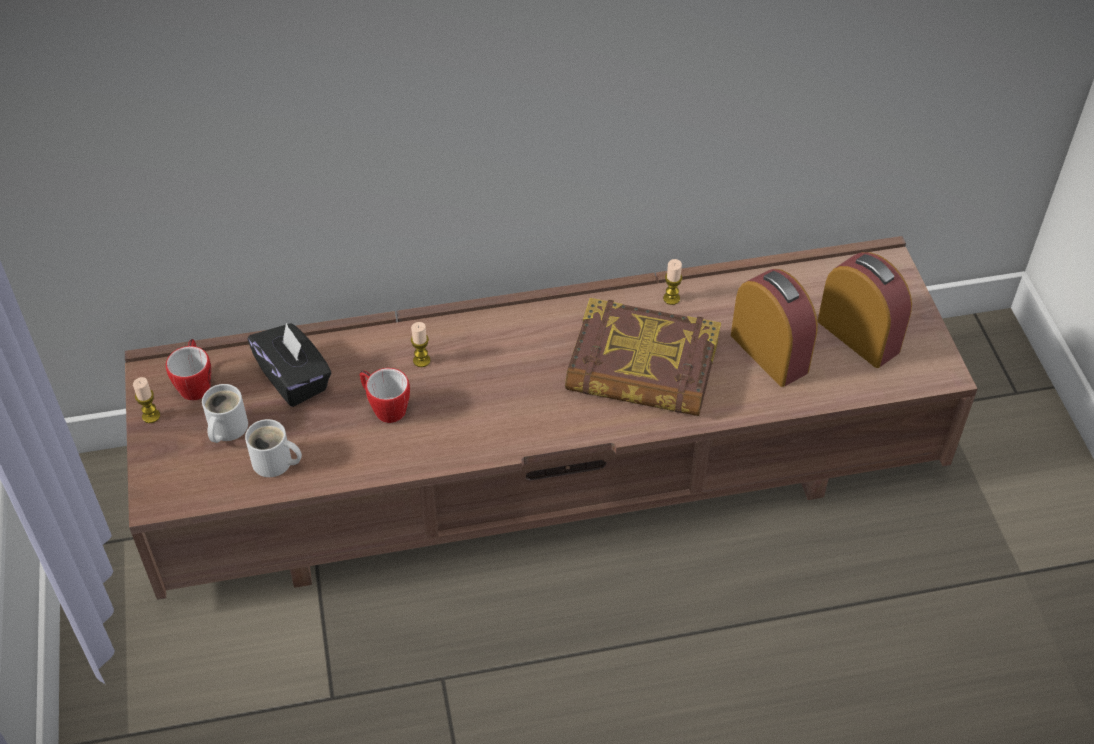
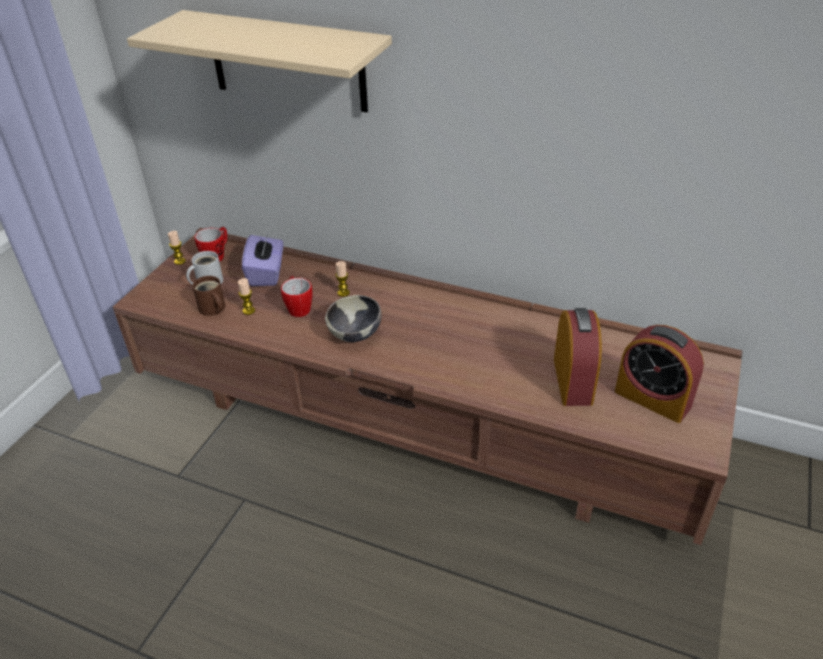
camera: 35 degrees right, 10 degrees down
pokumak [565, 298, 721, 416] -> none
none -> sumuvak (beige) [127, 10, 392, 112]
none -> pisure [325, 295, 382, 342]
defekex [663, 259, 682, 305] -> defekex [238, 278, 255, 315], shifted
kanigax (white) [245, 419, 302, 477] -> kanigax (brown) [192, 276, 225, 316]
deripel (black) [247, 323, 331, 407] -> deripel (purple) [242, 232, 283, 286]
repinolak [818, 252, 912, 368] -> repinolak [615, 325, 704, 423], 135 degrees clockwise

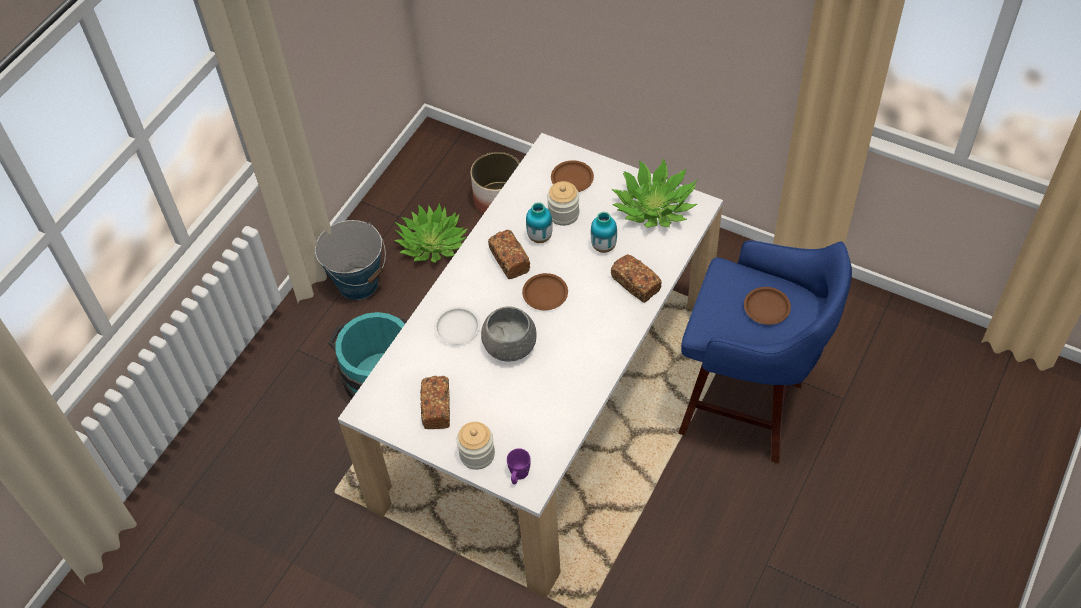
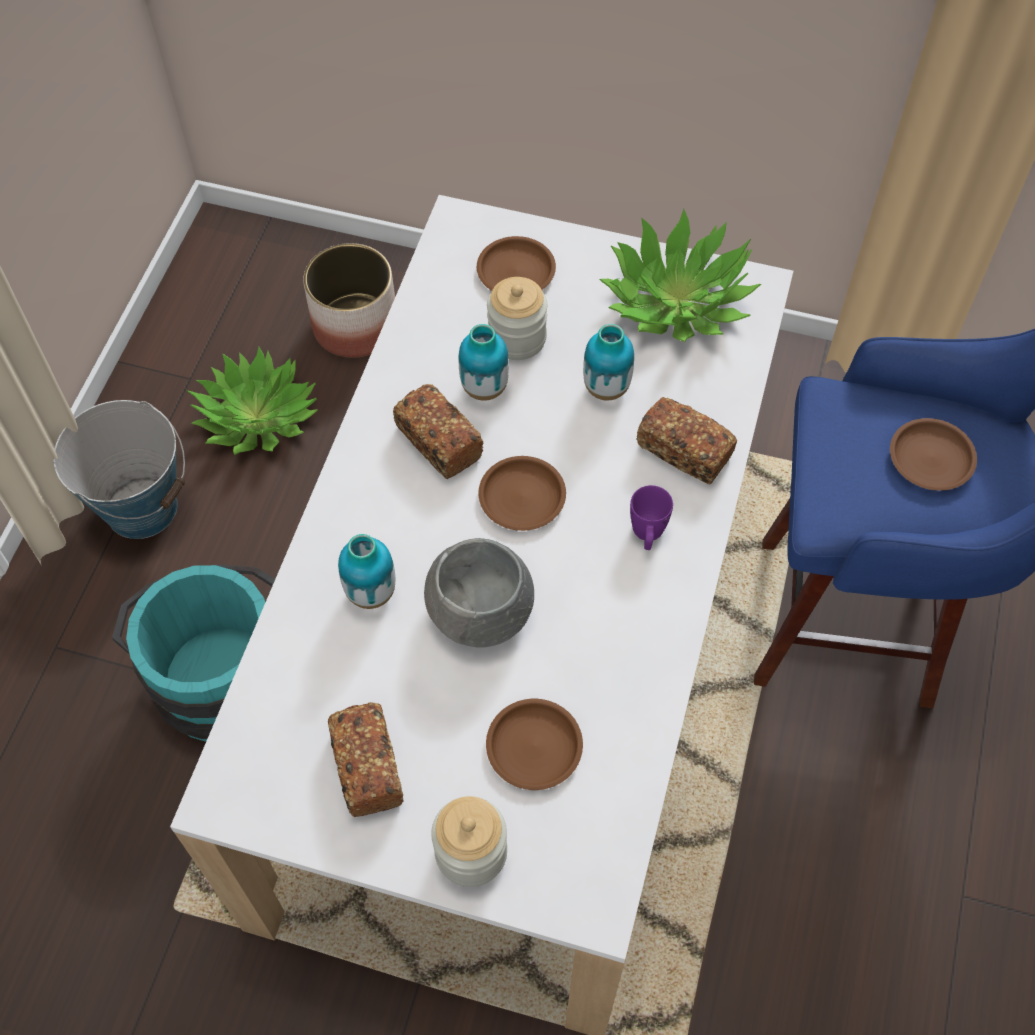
camera: 15 degrees left, 5 degrees up
none -> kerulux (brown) [486, 699, 583, 790]
kanigax (purple) [507, 448, 531, 485] -> kanigax (purple) [630, 485, 673, 550], shifted
kerulux (white) [434, 307, 480, 345] -> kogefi [338, 534, 395, 609]

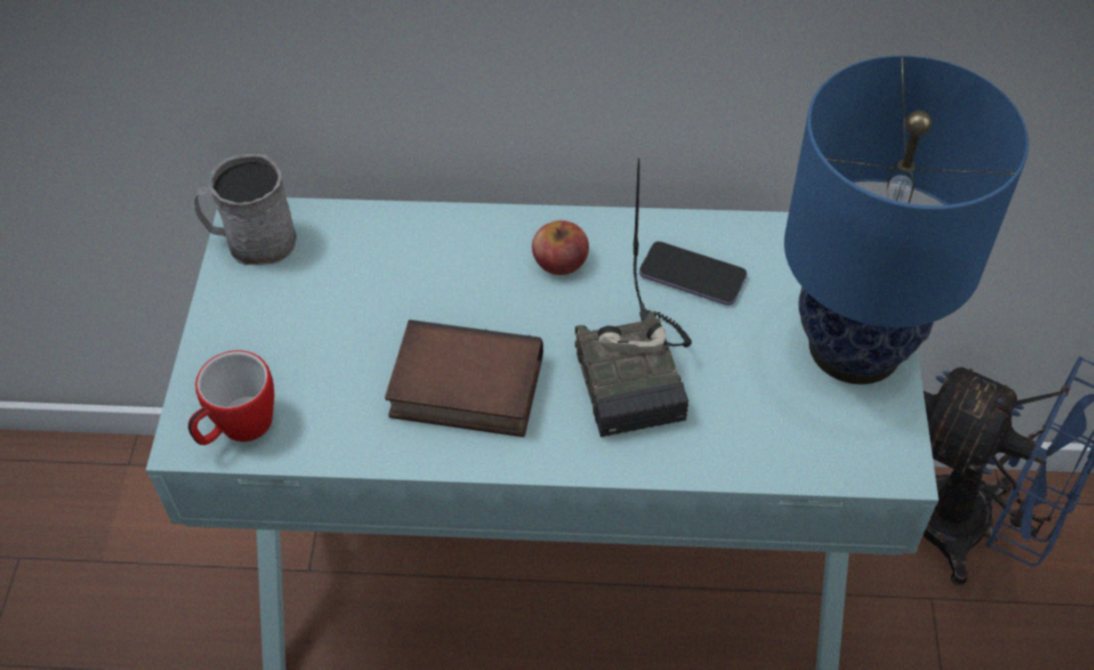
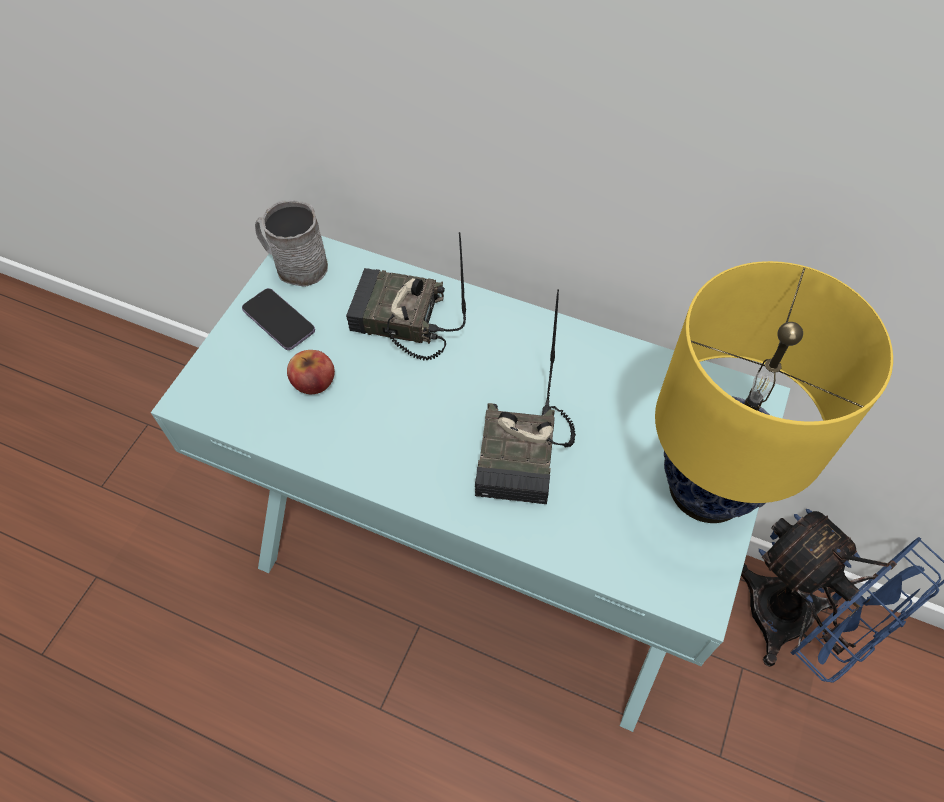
camera: 20 degrees right, 5 degrees up
kanigax [188, 350, 274, 445] -> none
pokumak [385, 320, 543, 437] -> none
none -> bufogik [346, 232, 466, 360]
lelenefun [532, 220, 589, 275] -> lelenefun [287, 350, 335, 394], shifted
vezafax [639, 241, 747, 305] -> vezafax [242, 288, 315, 350], shifted
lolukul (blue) [784, 55, 1029, 384] -> lolukul (yellow) [655, 261, 893, 523]

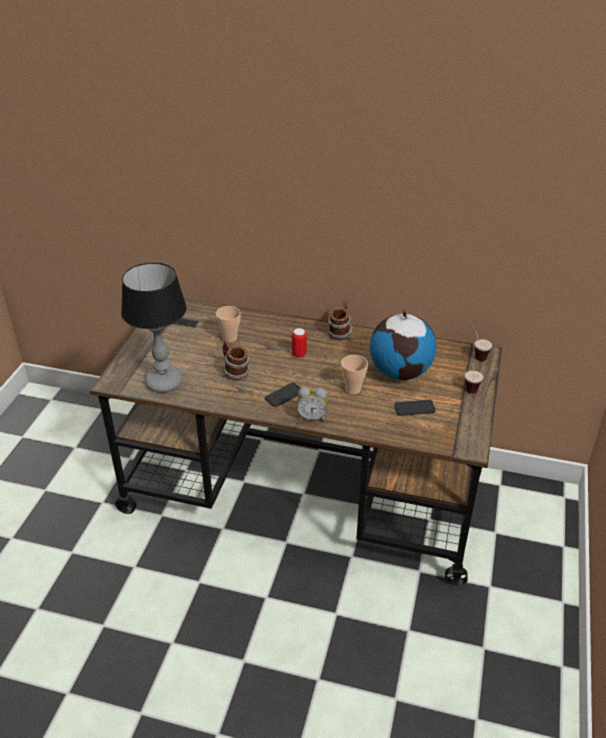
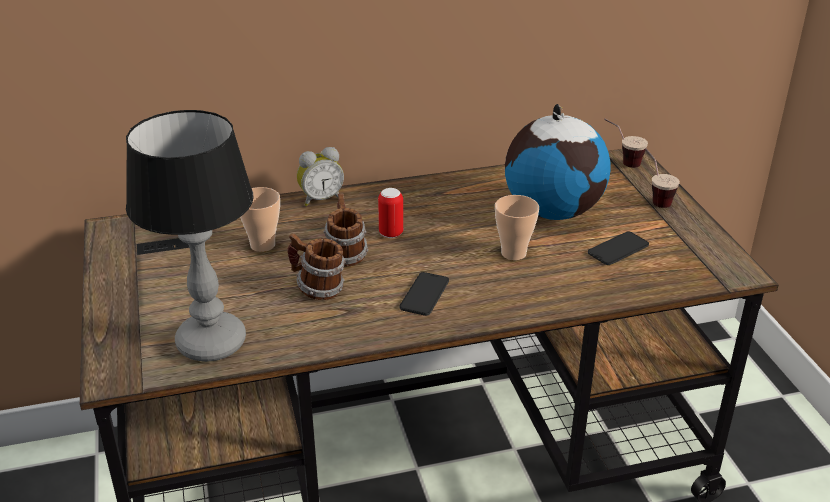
camera: 30 degrees left, 5 degrees down
repinolak [297, 387, 328, 422] -> repinolak [297, 147, 344, 206], shifted
kanigax [327, 299, 353, 340] -> kanigax [324, 193, 368, 267], shifted

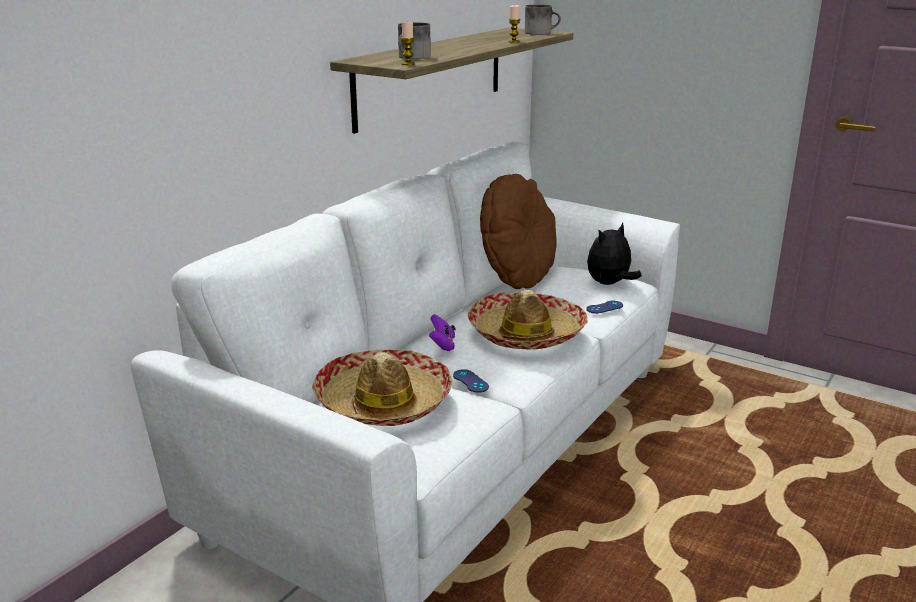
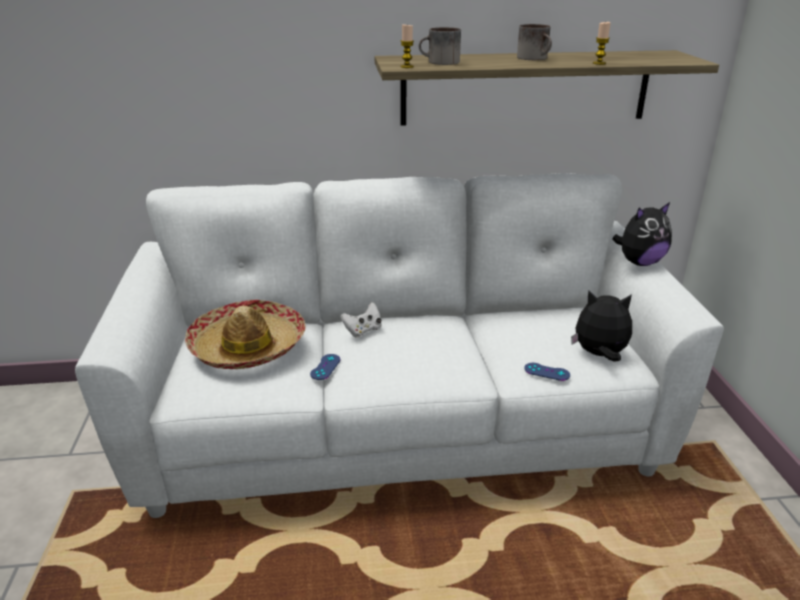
camera: 50 degrees right, 5 degrees up
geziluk [468, 290, 588, 349] -> none
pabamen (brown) [480, 174, 557, 289] -> none
none -> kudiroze [612, 202, 672, 266]
kanigax [525, 5, 561, 35] -> kanigax [517, 24, 552, 60], shifted
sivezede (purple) [429, 314, 456, 351] -> sivezede (white) [341, 302, 382, 338]

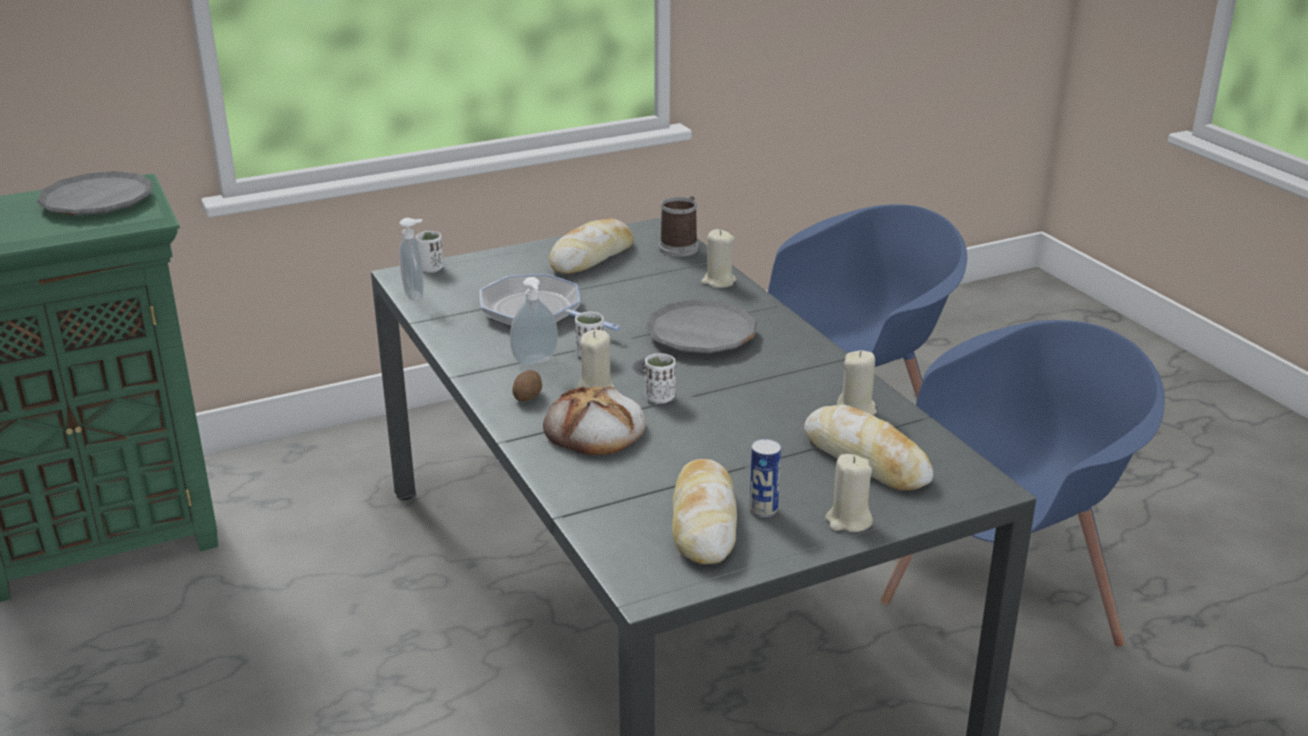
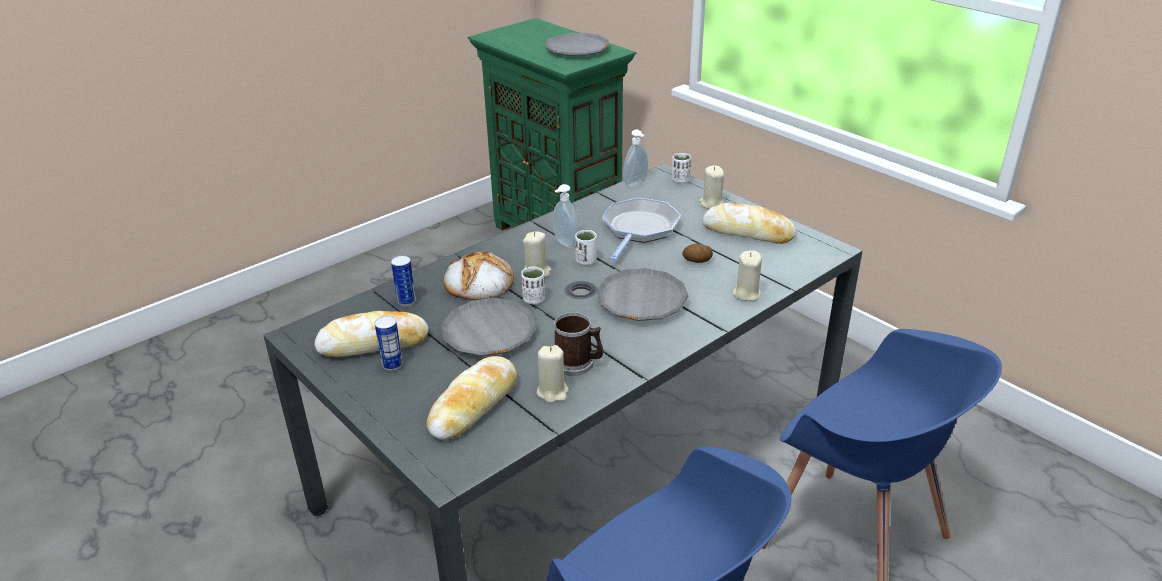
camera: 75 degrees right, 5 degrees up
none -> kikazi [391, 255, 416, 307]
none -> kerulux (grey) [441, 298, 537, 356]
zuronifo [512, 370, 542, 401] -> zuronifo [682, 243, 713, 263], shifted
kanigax [659, 196, 698, 257] -> kanigax [554, 312, 603, 376], shifted
defekex (beige) [826, 454, 873, 532] -> defekex (beige) [699, 165, 724, 209], shifted

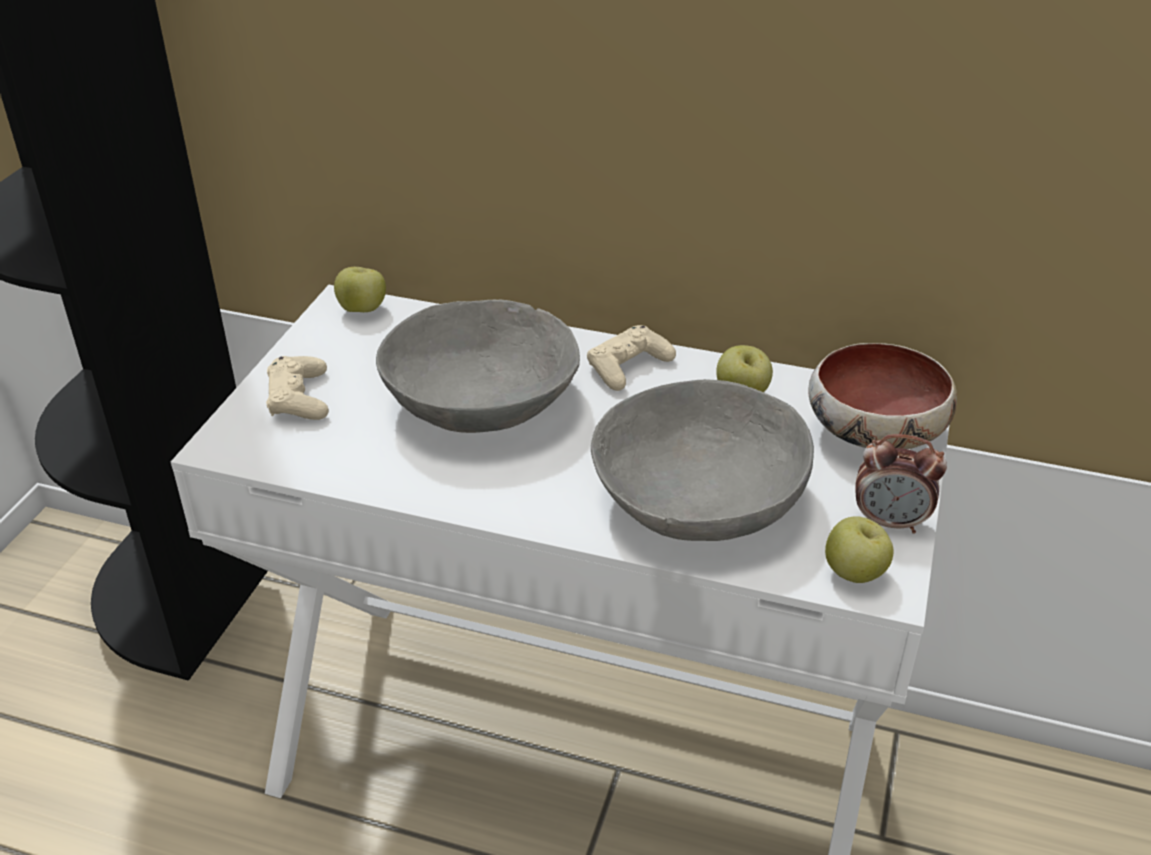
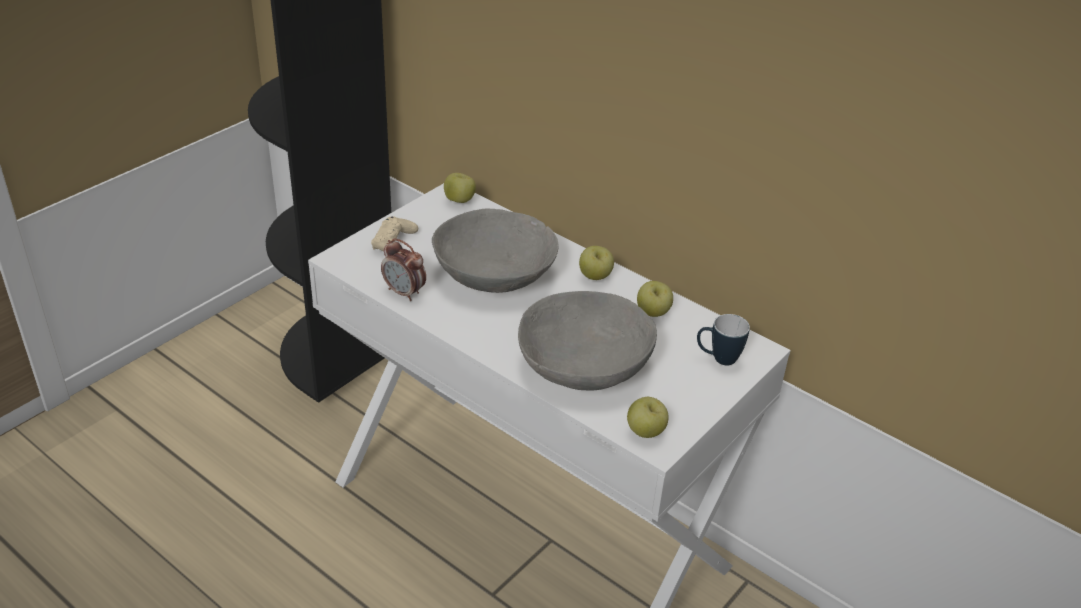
camera: 20 degrees right, 0 degrees up
repinolak [855, 434, 947, 534] -> repinolak [381, 238, 426, 301], shifted
sivezede (beige) [587, 325, 676, 391] -> lelenefun [579, 246, 614, 280]
pisure [809, 343, 957, 449] -> kanigax [697, 314, 750, 366]

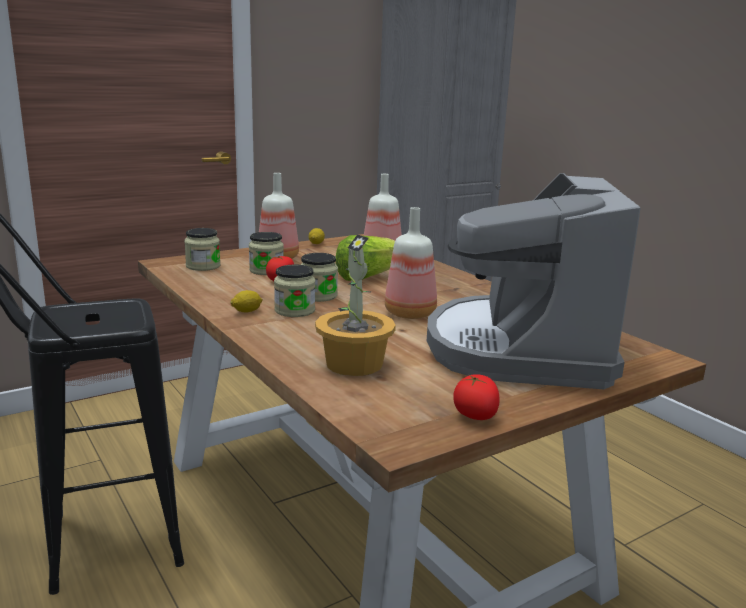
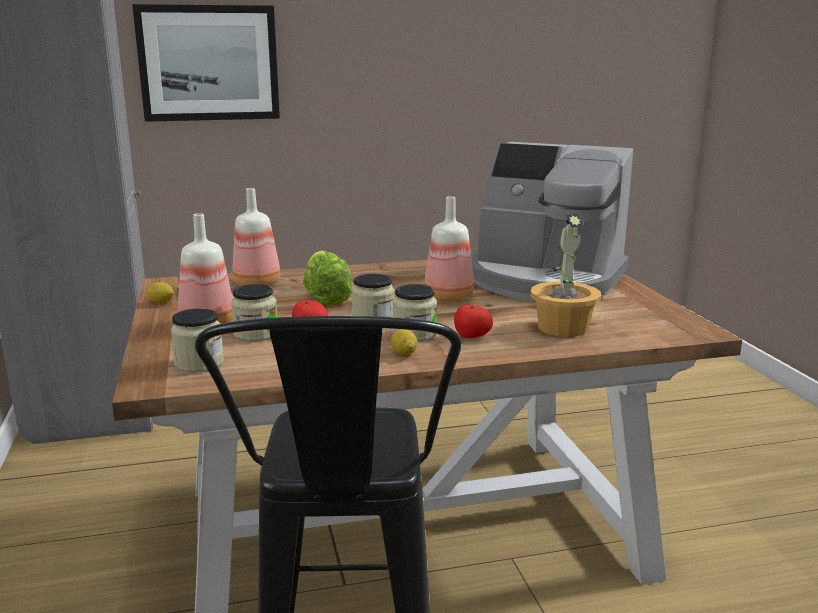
camera: 70 degrees left, 0 degrees up
none -> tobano [132, 4, 280, 122]
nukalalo [453, 374, 500, 420] -> nukalalo [454, 305, 493, 338], shifted

